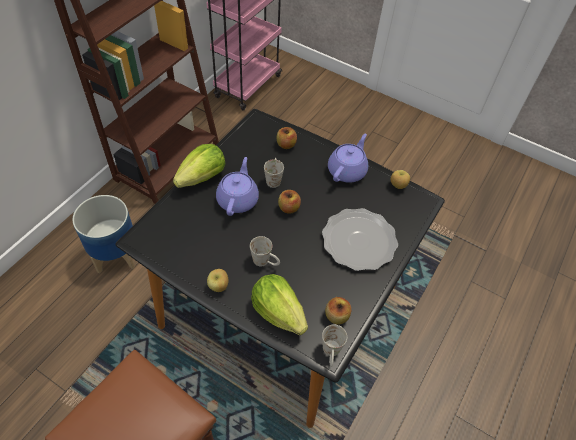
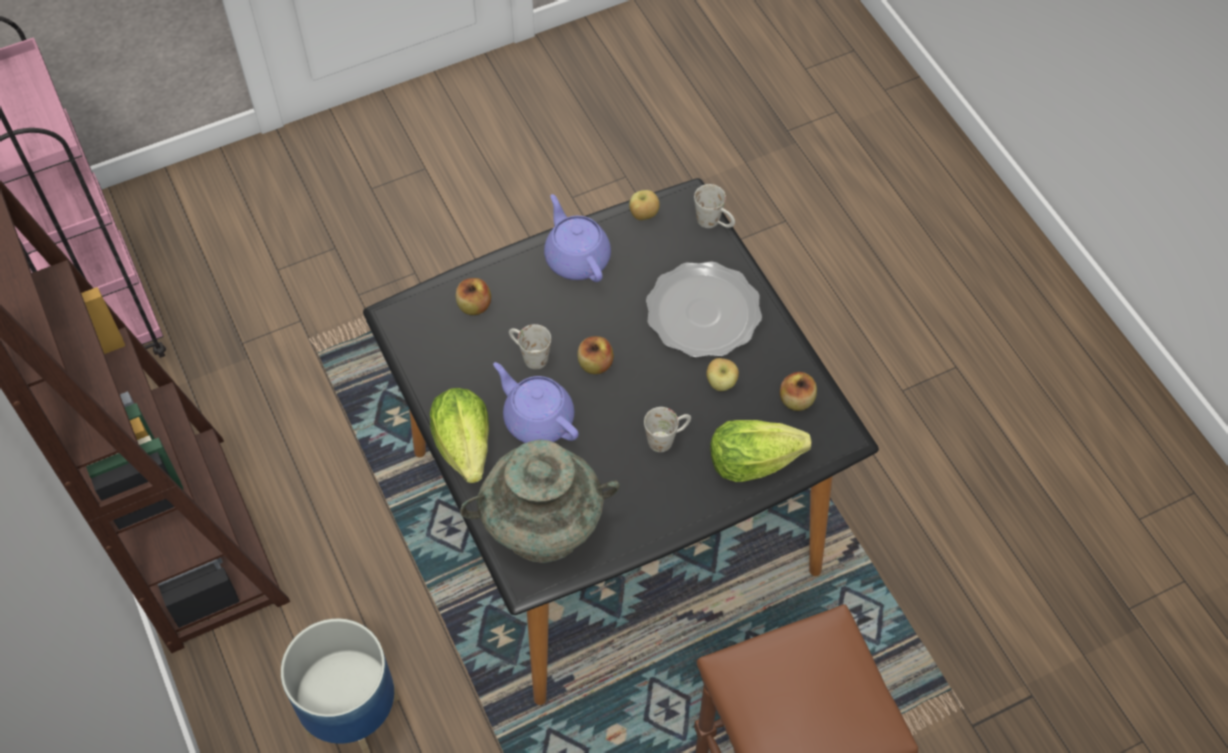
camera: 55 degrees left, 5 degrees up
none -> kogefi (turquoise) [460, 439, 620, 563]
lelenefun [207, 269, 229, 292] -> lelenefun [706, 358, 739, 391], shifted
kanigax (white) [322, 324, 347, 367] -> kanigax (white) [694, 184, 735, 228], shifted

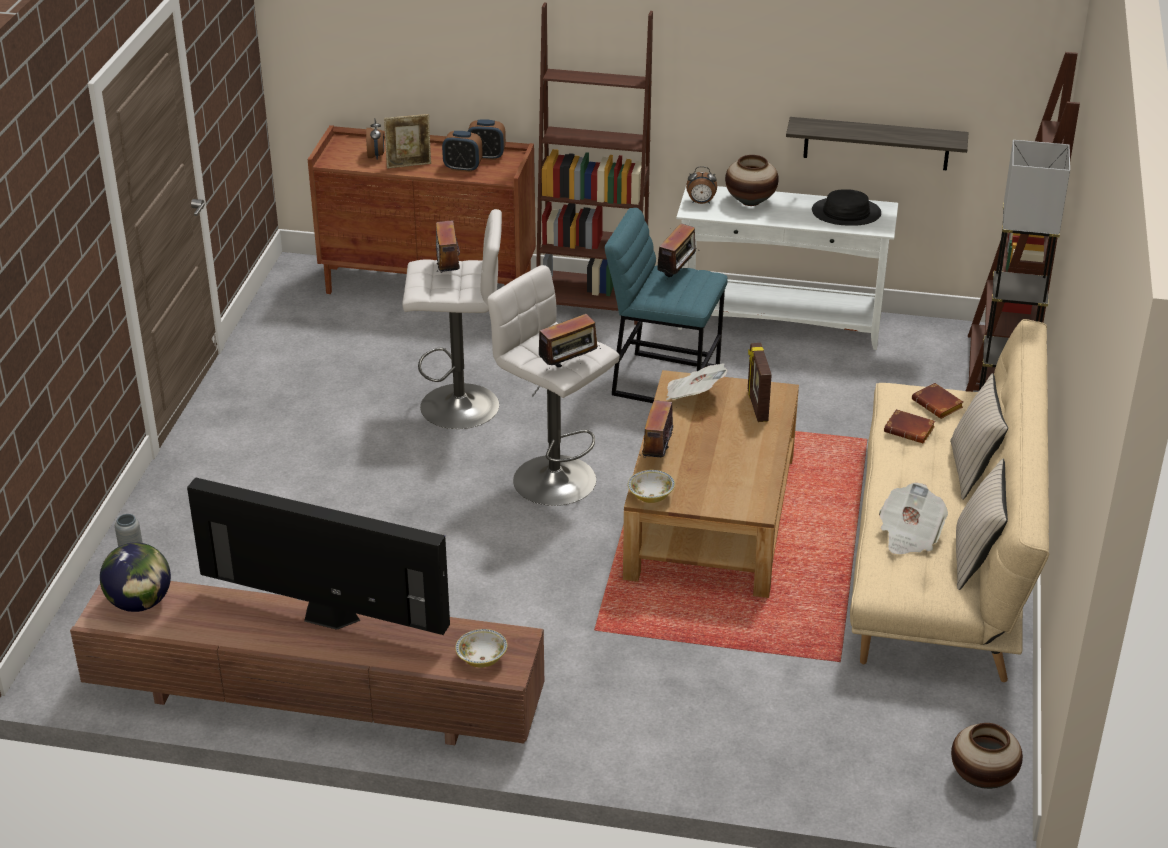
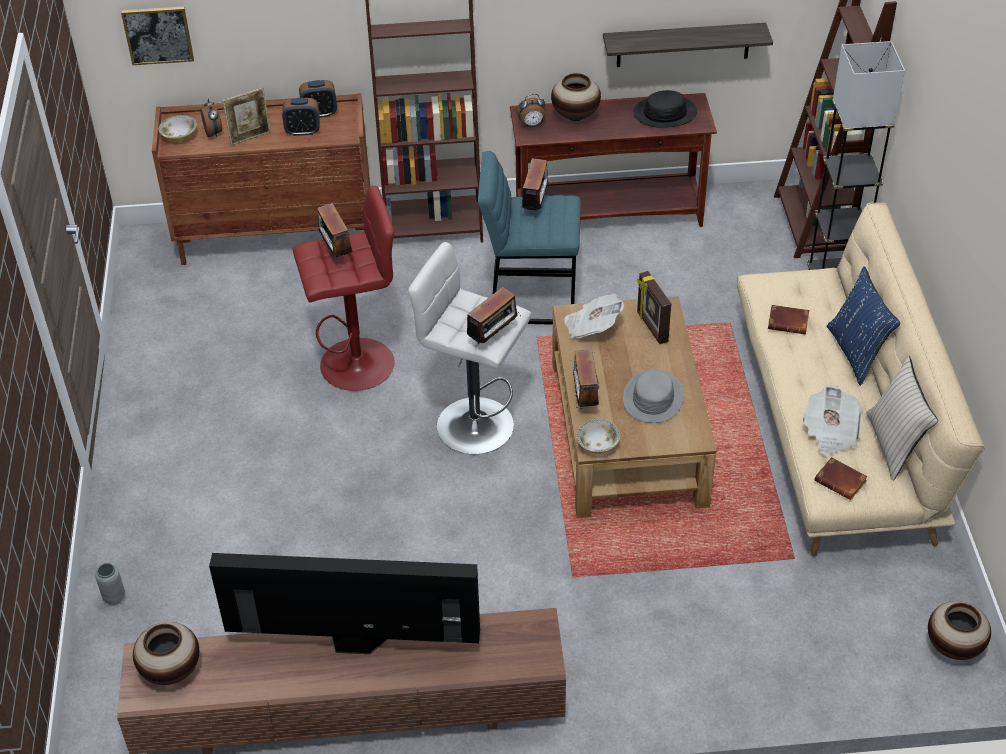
camera: 15 degrees left, 10 degrees up
none -> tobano [121, 7, 194, 65]
none -> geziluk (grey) [623, 370, 684, 423]
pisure [455, 629, 507, 668] -> pisure [159, 115, 197, 142], shifted
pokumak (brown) [912, 383, 963, 419] -> pokumak (brown) [814, 457, 868, 500], shifted
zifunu [100, 542, 171, 612] -> kogefi [133, 622, 199, 685]
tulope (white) [402, 209, 502, 429] -> tulope (red) [293, 186, 395, 391]
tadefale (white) [676, 184, 898, 350] -> tadefale (brown) [510, 93, 717, 227]
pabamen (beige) [950, 373, 1008, 500] -> pabamen (blue) [827, 266, 901, 386]

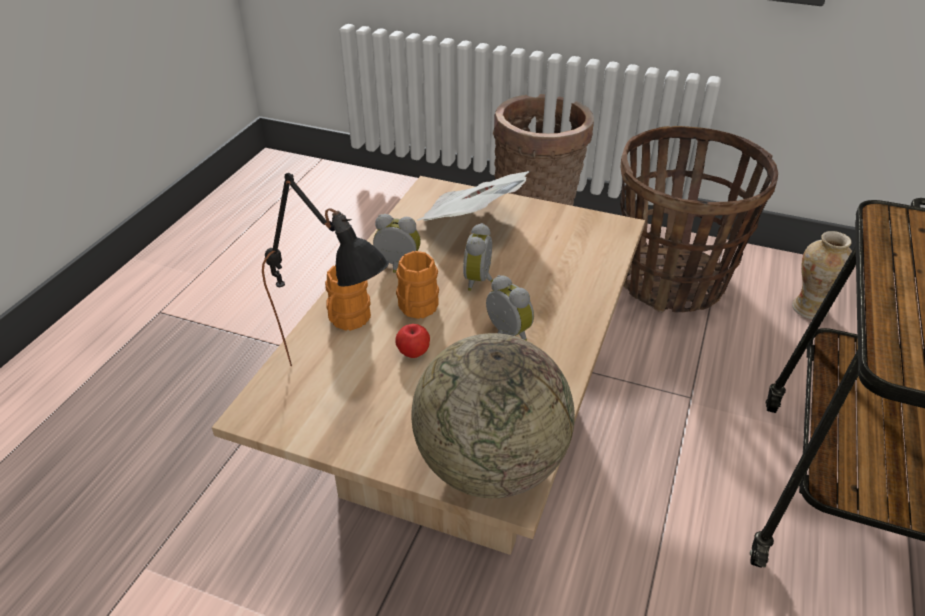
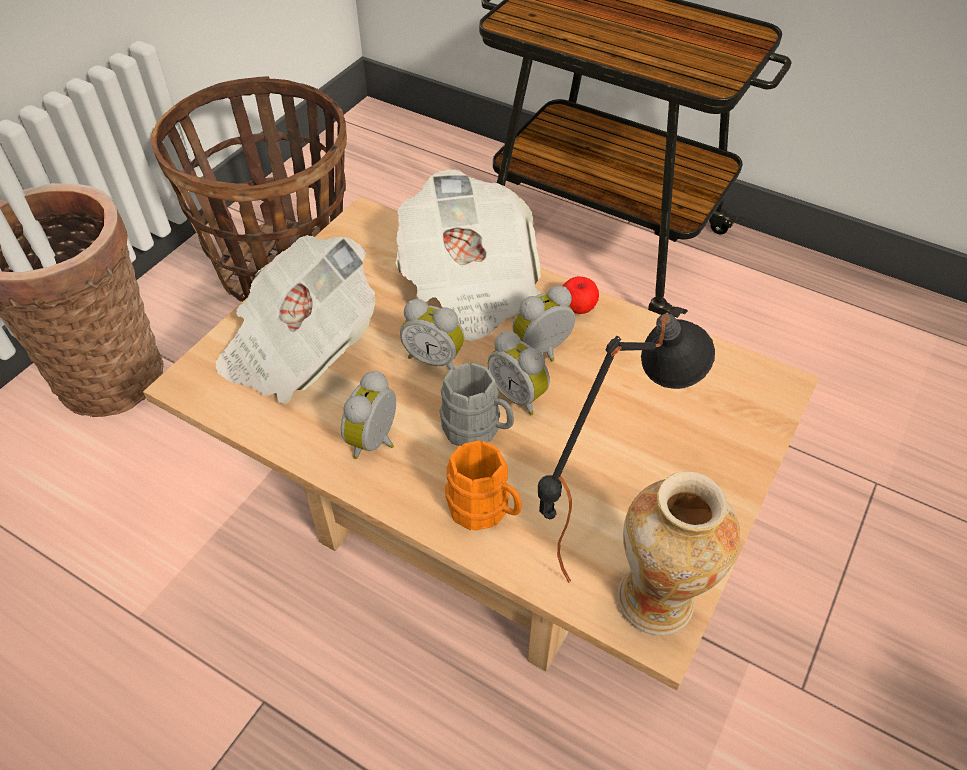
camera: 80 degrees left, 10 degrees up
zifunu [411, 333, 575, 498] -> none
none -> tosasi [396, 169, 541, 341]
none -> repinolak [488, 331, 550, 415]
lelenefun [395, 324, 430, 358] -> lelenefun [562, 276, 599, 314], shifted
kogefi [792, 231, 852, 319] -> kogefi [617, 471, 740, 636], shifted
kanigax (orange) [396, 251, 439, 319] -> kanigax (grey) [439, 363, 514, 446]

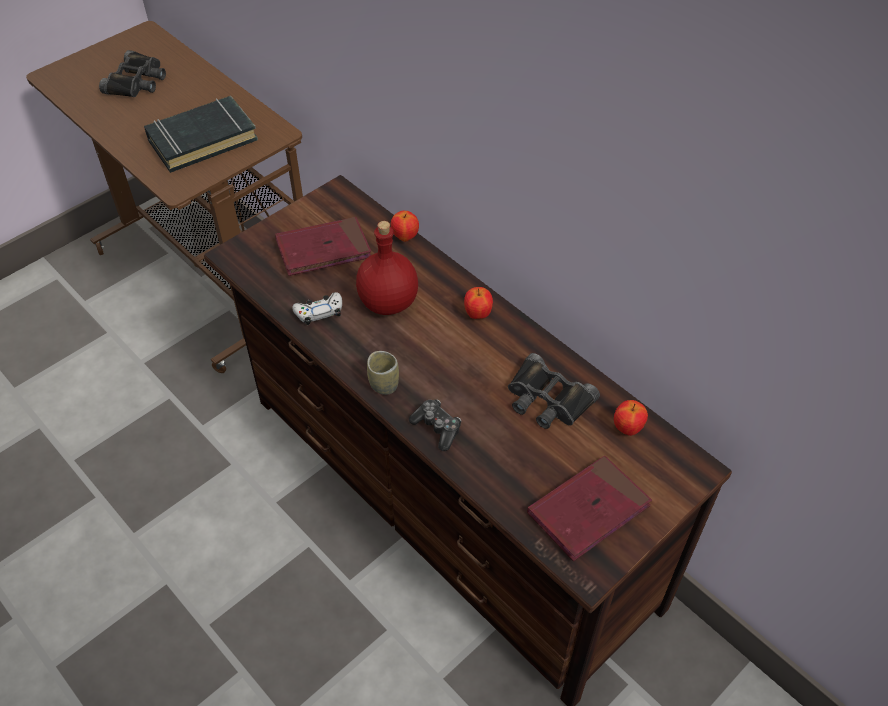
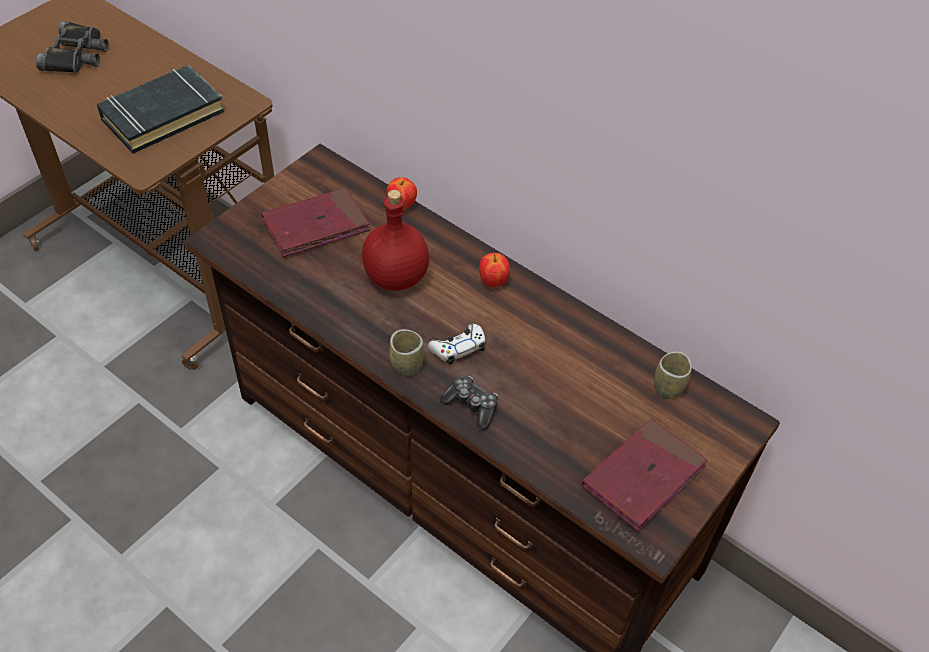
camera: 10 degrees left, 0 degrees up
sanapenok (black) [508, 353, 600, 429] -> none
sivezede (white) [293, 292, 342, 325] -> sivezede (white) [428, 324, 485, 365], shifted
lelenefun [614, 400, 648, 436] -> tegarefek [654, 352, 692, 399]

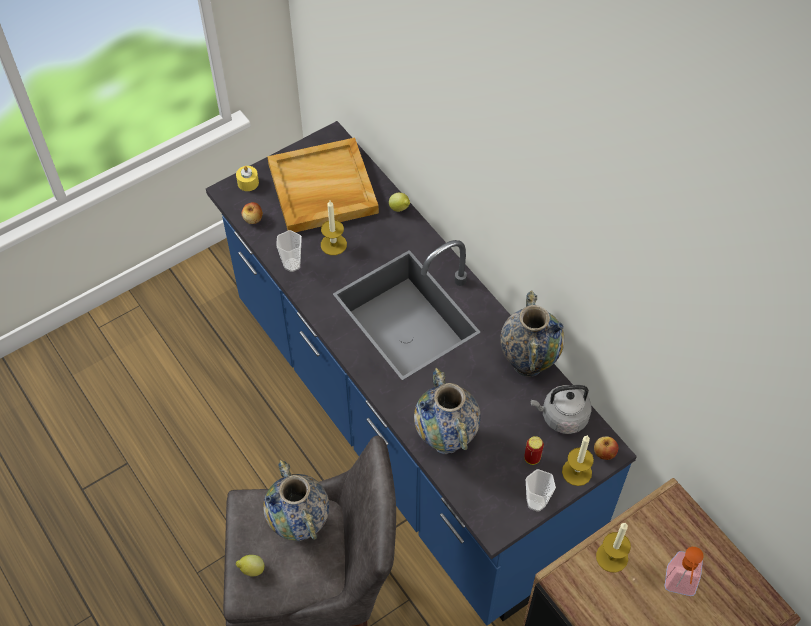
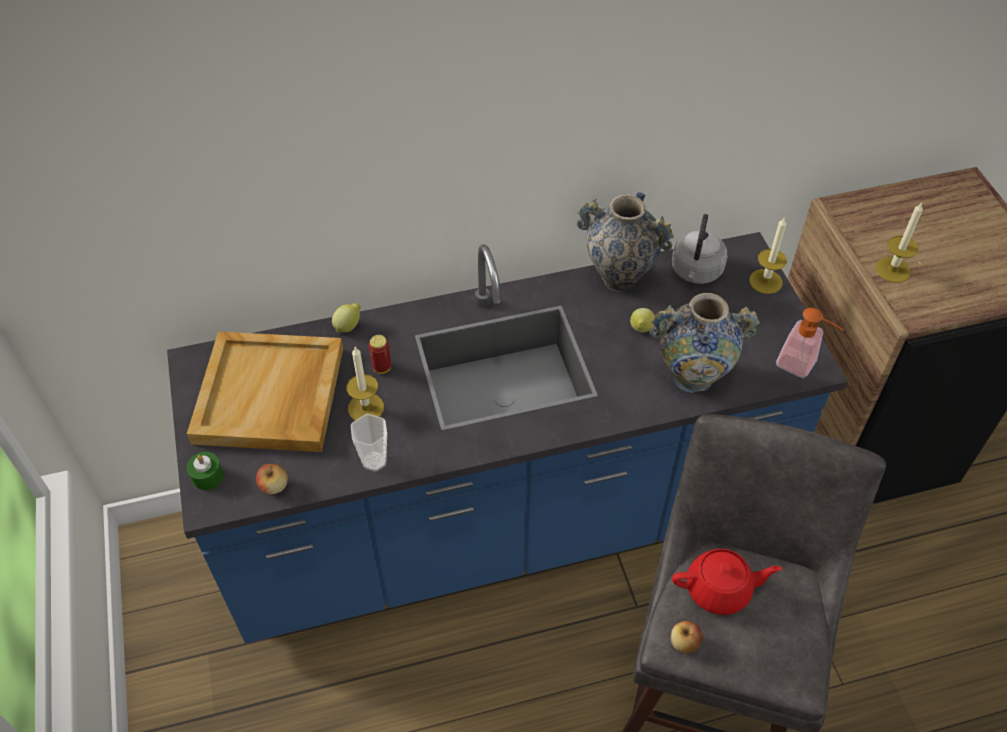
camera: 70 degrees left, 5 degrees down
tegarefek [526, 469, 556, 512] -> none
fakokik [236, 555, 264, 576] -> fakokik [630, 308, 655, 333], shifted
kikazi [524, 436, 544, 465] -> kikazi [369, 335, 391, 374], shifted
lelenefun [594, 436, 618, 460] -> lelenefun [671, 621, 703, 654], shifted
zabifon [665, 547, 704, 596] -> zabifon [776, 308, 844, 378], shifted
kogefi [263, 460, 329, 541] -> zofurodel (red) [672, 549, 782, 615]
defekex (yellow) [236, 166, 259, 191] -> defekex (green) [187, 452, 224, 490]

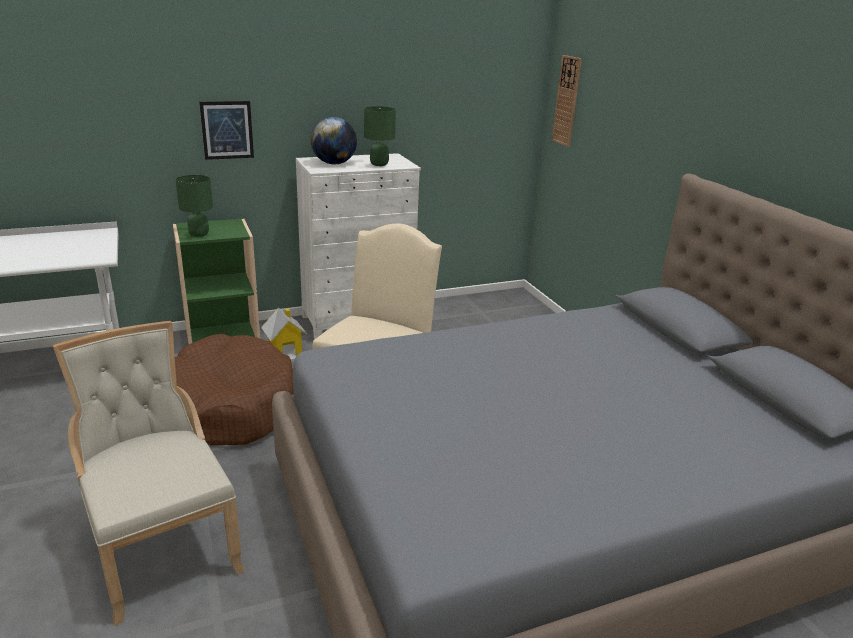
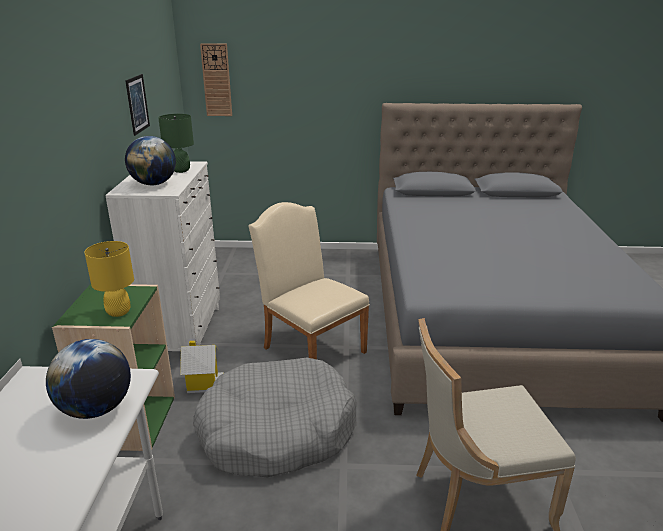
camera: 65 degrees left, 0 degrees up
none -> zifunu [46, 339, 131, 419]
tobano [199, 101, 254, 160] -> tobano [125, 74, 150, 136], shifted
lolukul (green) [175, 175, 213, 237] -> lolukul (yellow) [84, 241, 134, 317]
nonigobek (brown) [175, 334, 294, 445] -> nonigobek (grey) [193, 358, 357, 478]

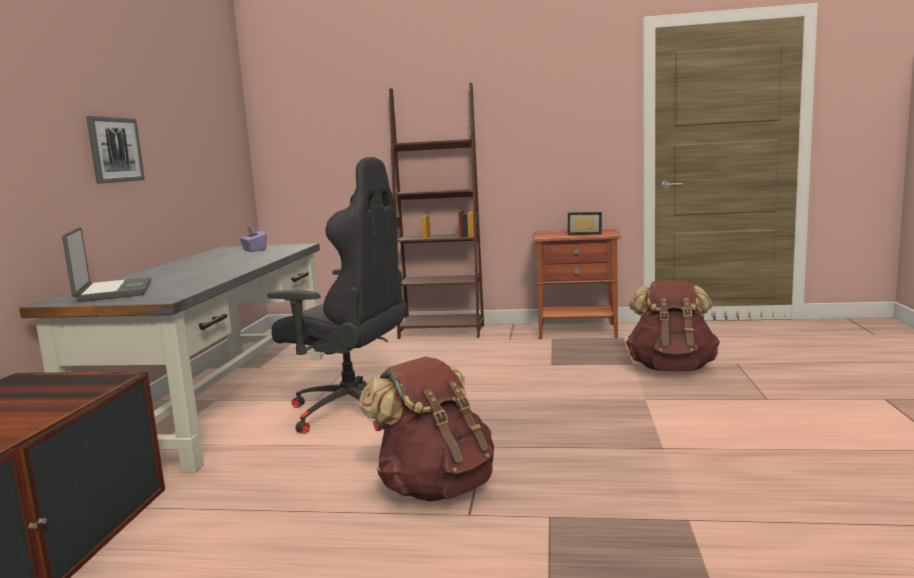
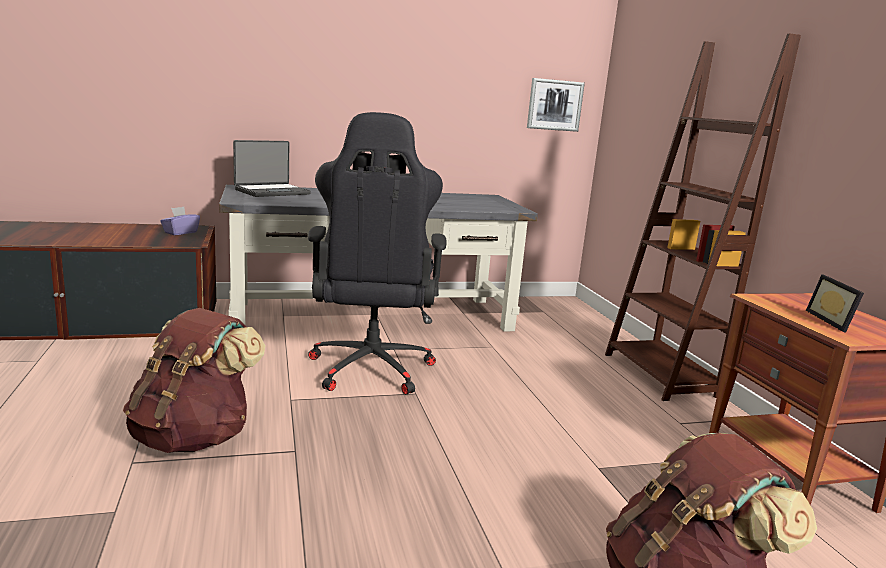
camera: 65 degrees right, 5 degrees up
tobano [86, 116, 145, 184] -> tobano [527, 78, 585, 132], shifted
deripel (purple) [239, 227, 267, 252] -> deripel (purple) [160, 207, 200, 235], shifted

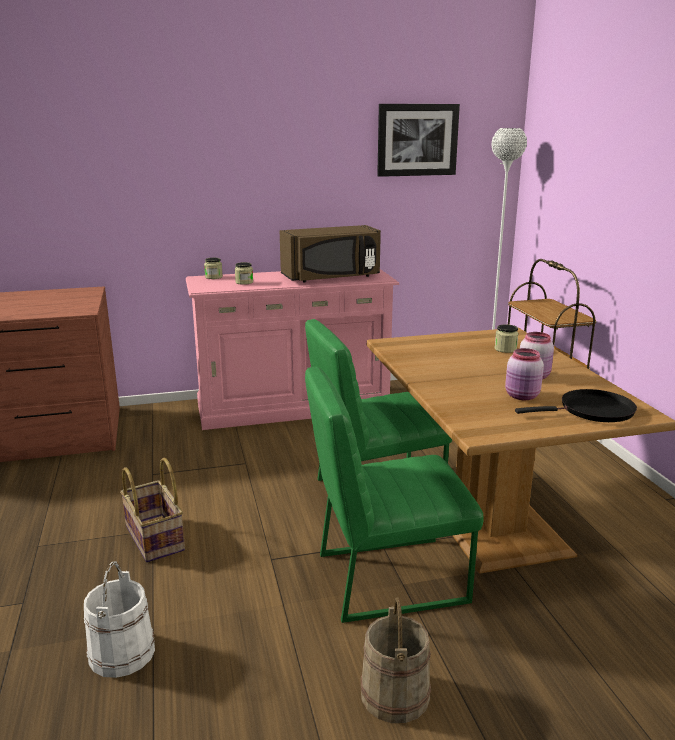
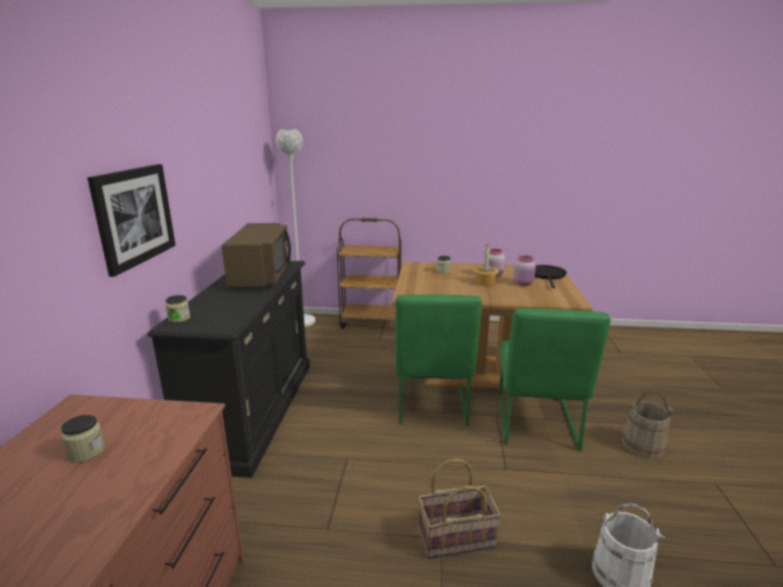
camera: 70 degrees left, 0 degrees up
none -> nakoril [474, 244, 499, 286]
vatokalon [235, 262, 253, 285] -> vatokalon [61, 415, 105, 462], shifted
tobano [377, 104, 460, 177] -> tobano [87, 164, 176, 277], shifted
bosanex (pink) [186, 269, 399, 430] -> bosanex (black) [148, 261, 310, 478]

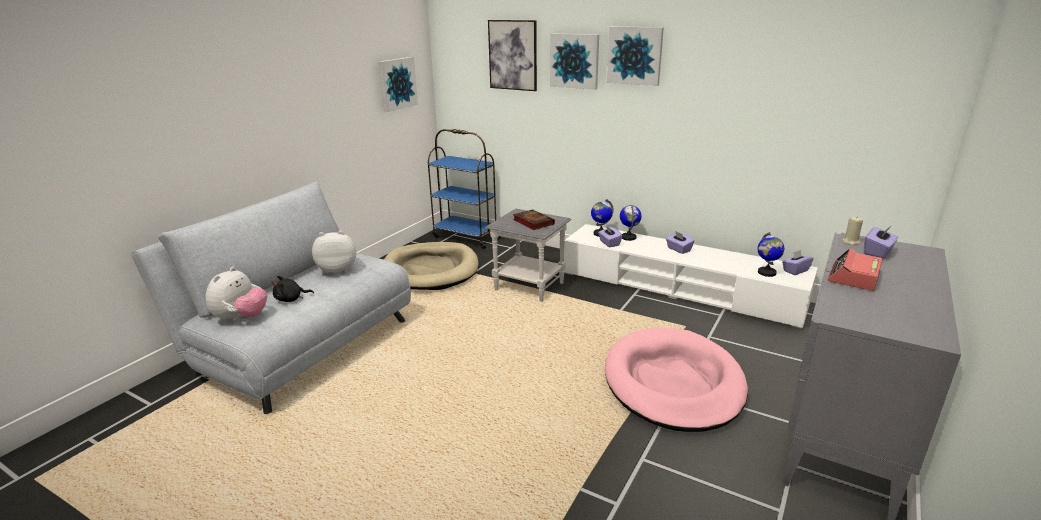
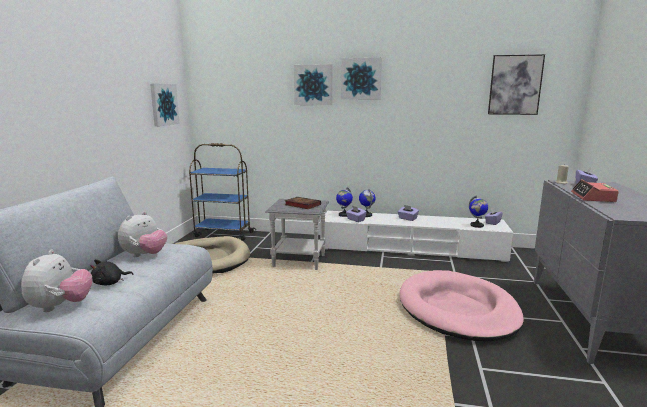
camera: 20 degrees left, 10 degrees down
tobano [488, 20, 537, 91] -> tobano [488, 54, 545, 115], shifted
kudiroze [312, 231, 356, 275] -> kudiroze [118, 211, 167, 257], 150 degrees clockwise

